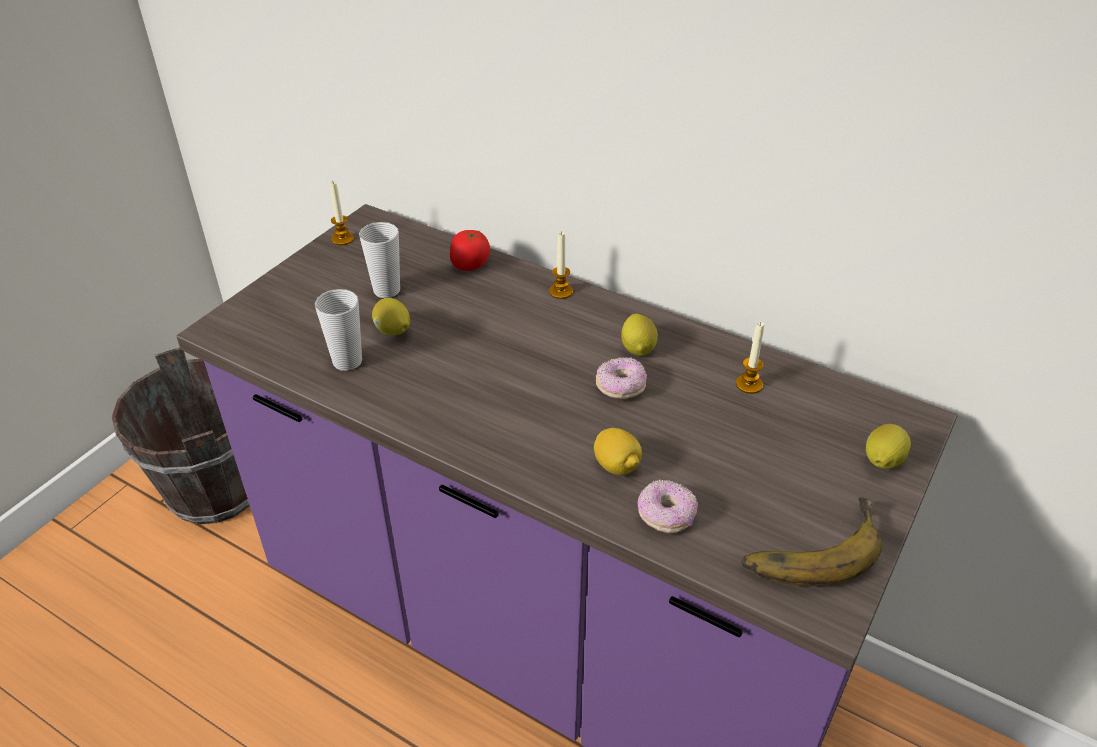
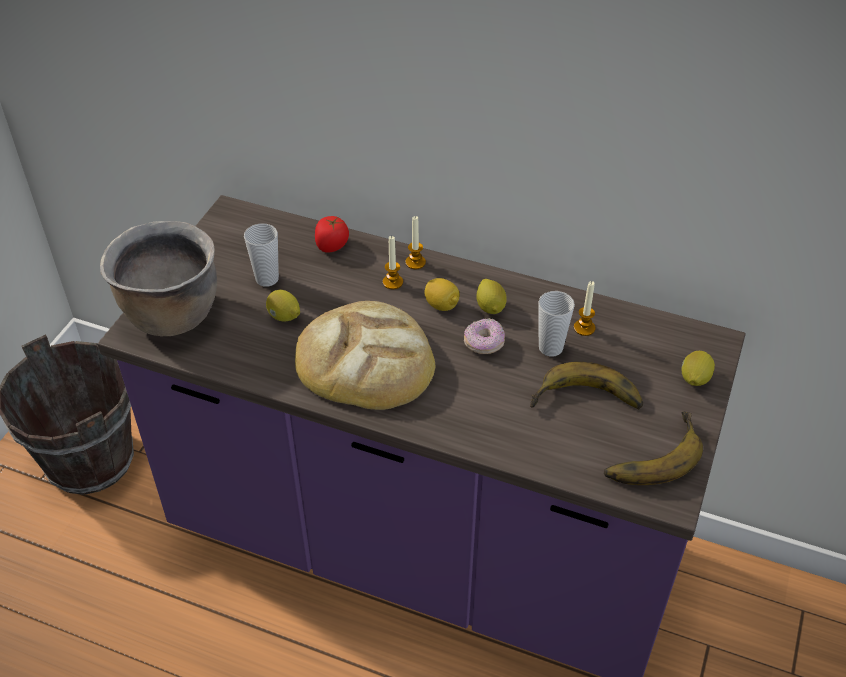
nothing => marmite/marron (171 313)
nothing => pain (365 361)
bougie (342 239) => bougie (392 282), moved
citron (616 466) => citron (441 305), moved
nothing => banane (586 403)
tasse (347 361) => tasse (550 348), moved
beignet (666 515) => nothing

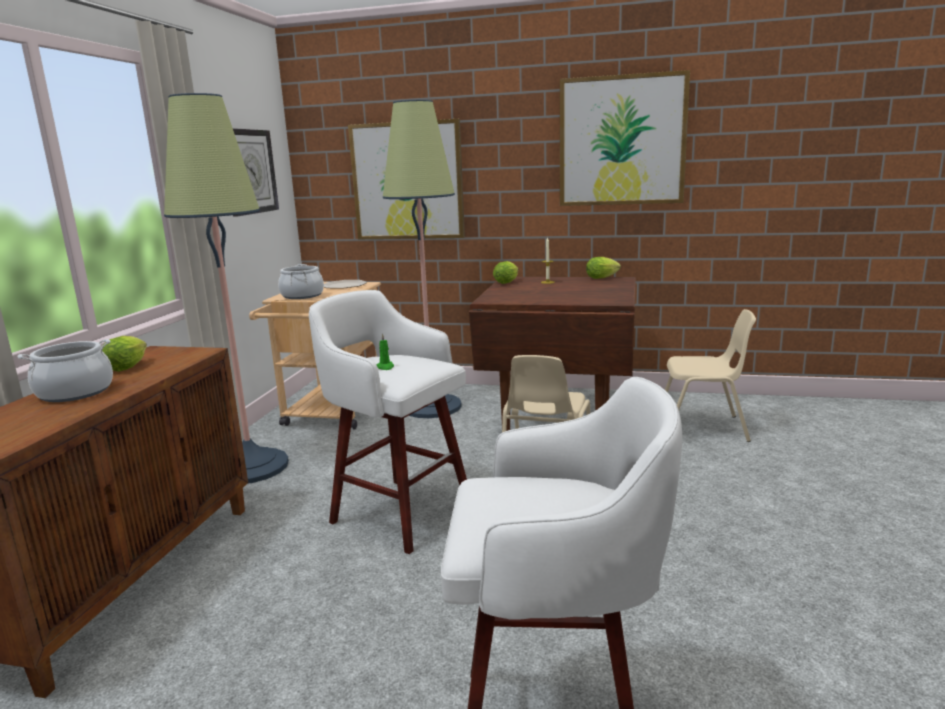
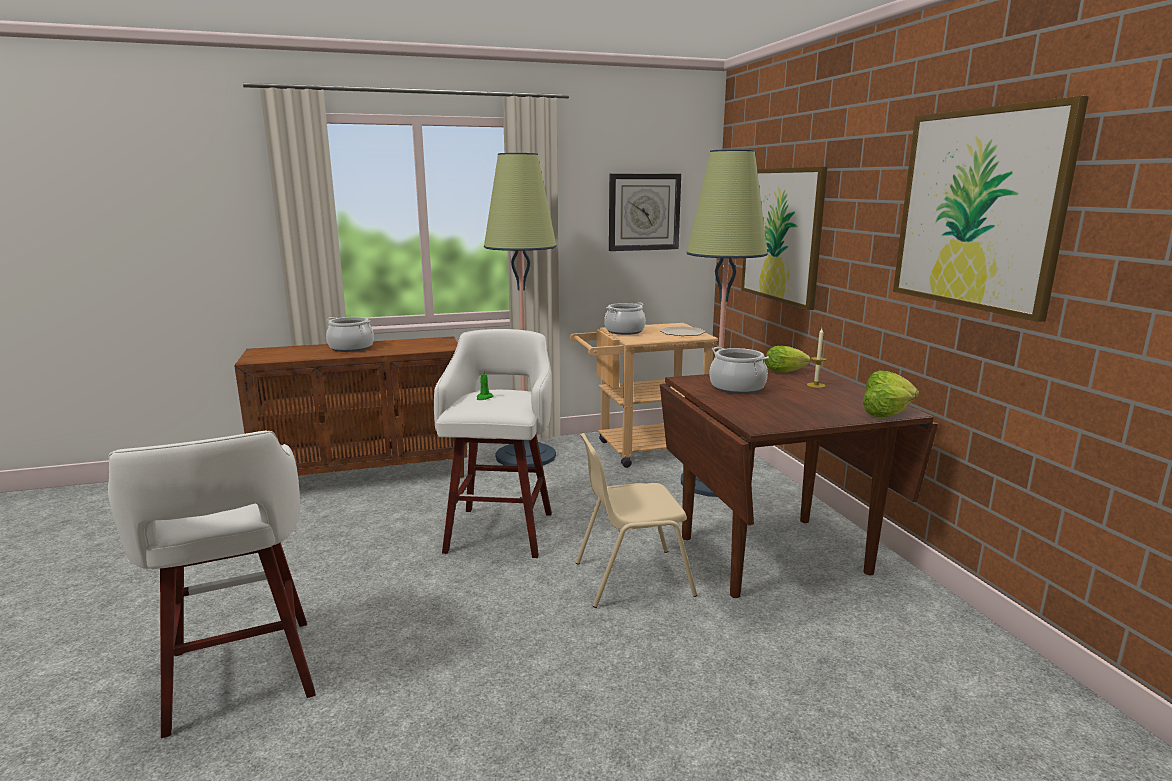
nothing => marmite (737 387)
laitue (129 367) => laitue (887 415), moved
chaise/beige (702 428) => nothing

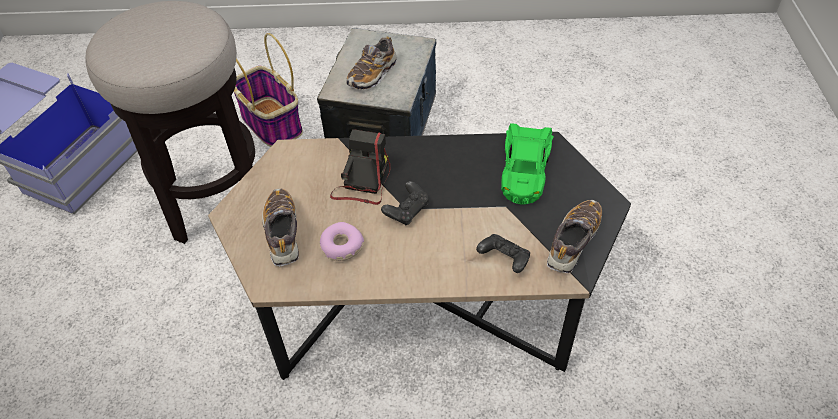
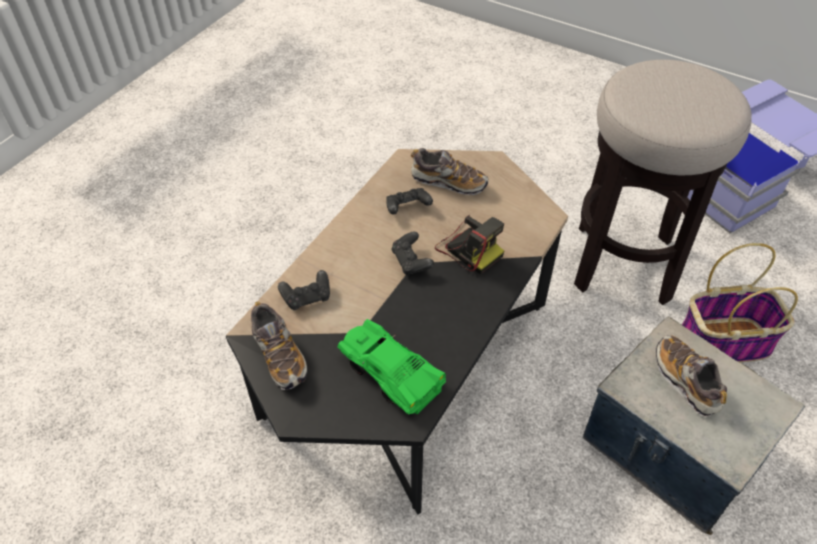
beignet (341 247) => manette/noir (407 208)

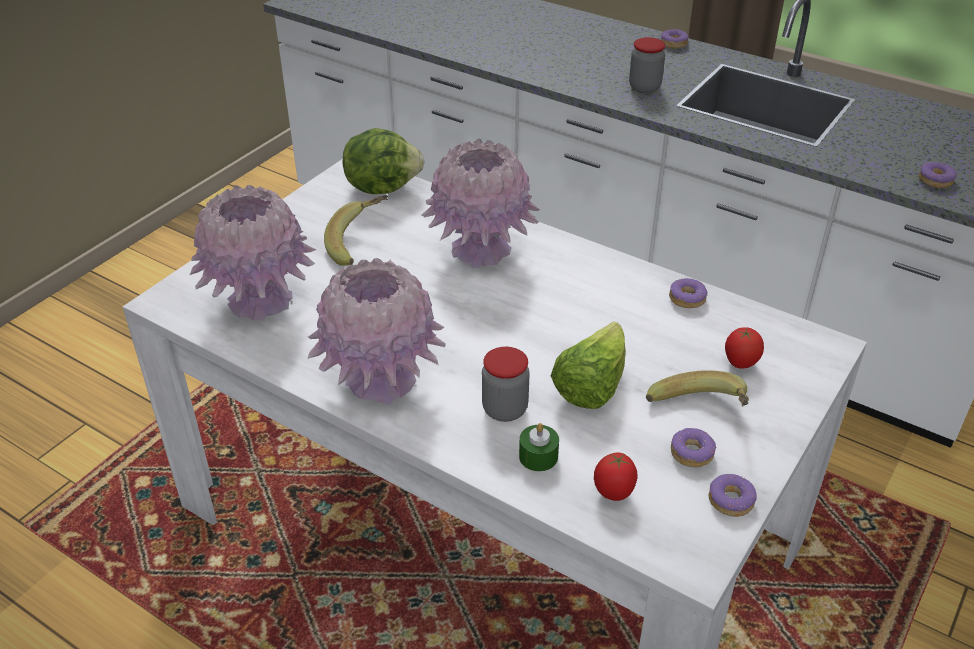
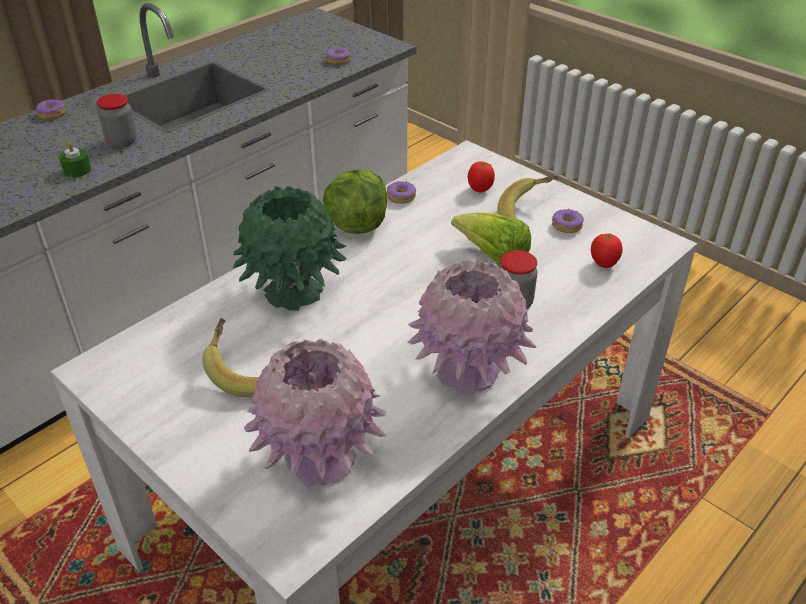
bougie/vert (538 456) => bougie/vert (77 170), moved
vase/rose (480 250) => vase/vert (293 292)
laitue (382 187) => laitue (357 224), moved
beignet (731 501) => nothing

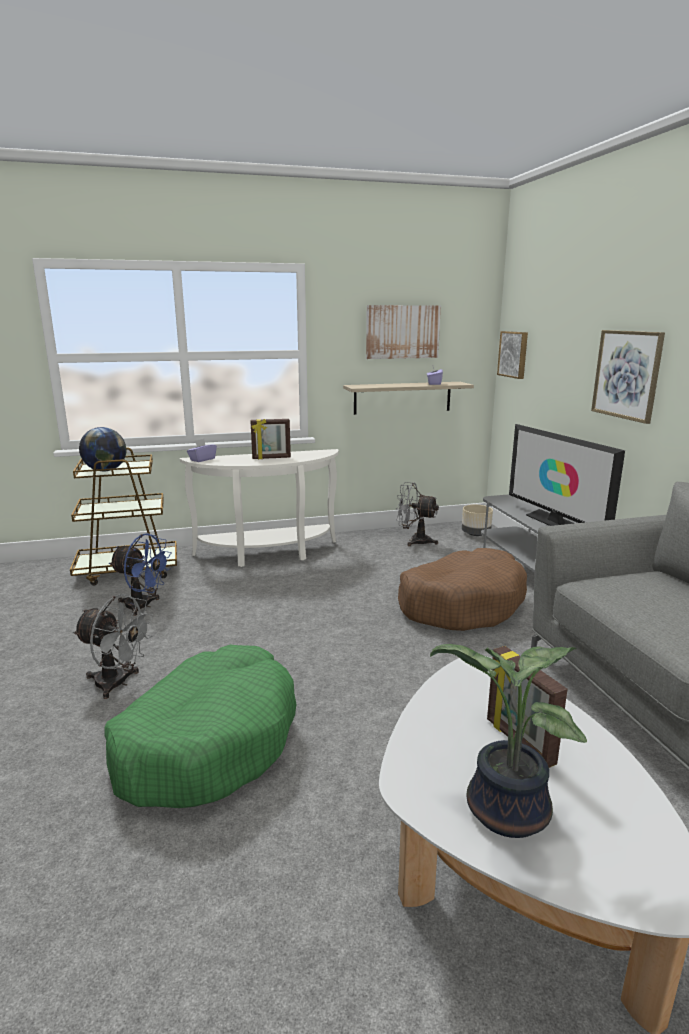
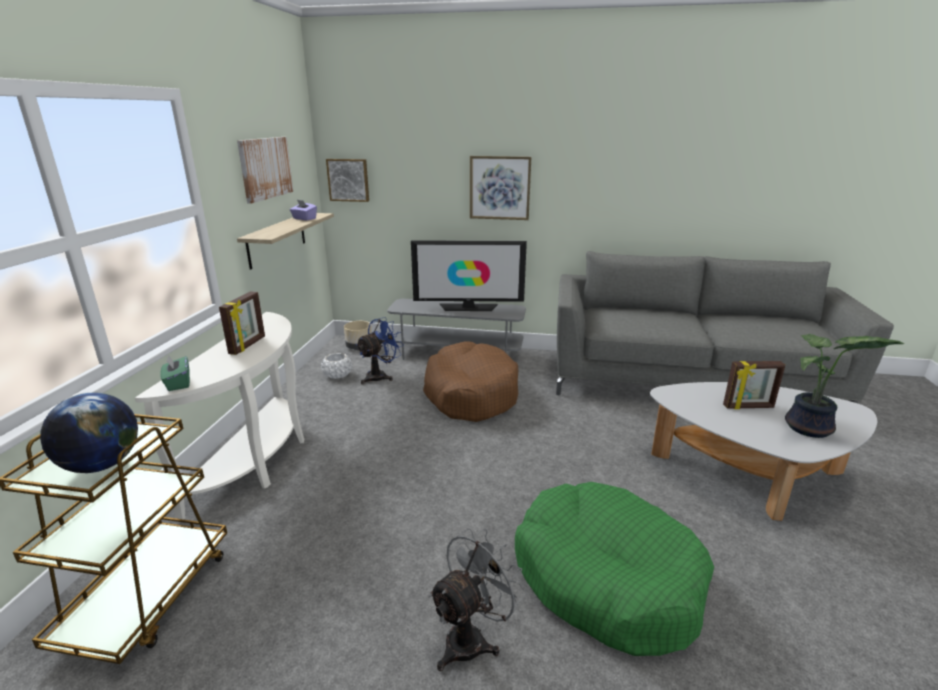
boîte à mouchoirs/violet (202 459) => boîte à mouchoirs/vert (178 383)
ventilateur/gris (414 541) => cache-pot/blanc (338 375)
ventilateur/bleu (144 606) => ventilateur/bleu (380 376), moved

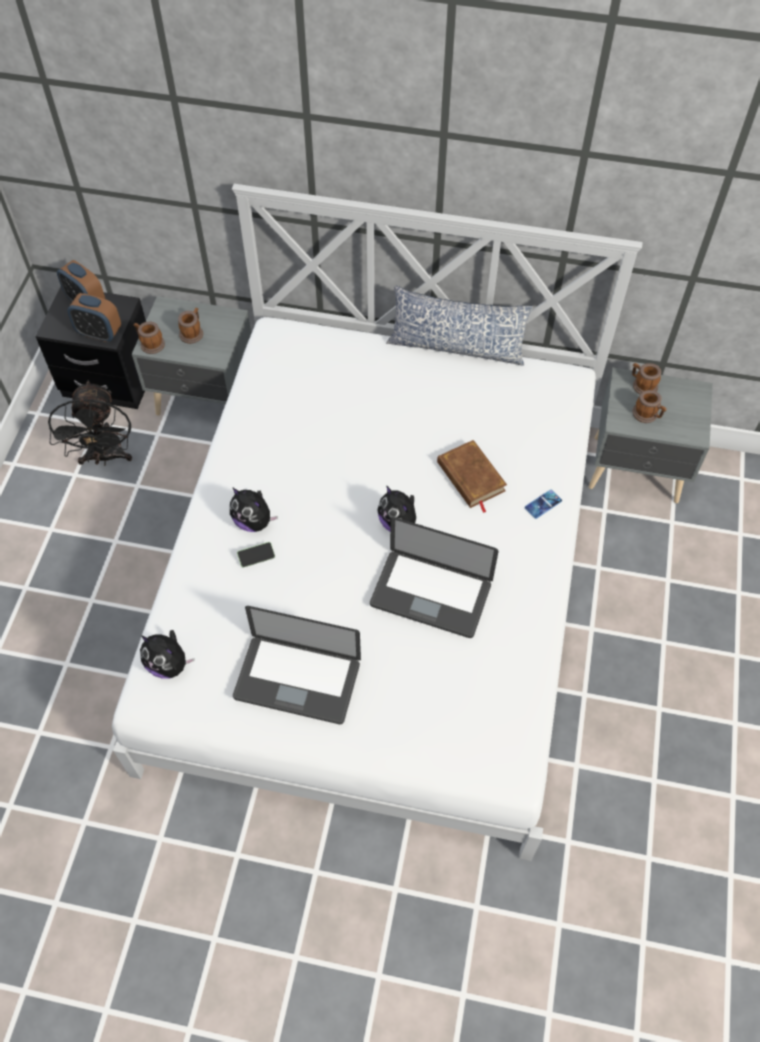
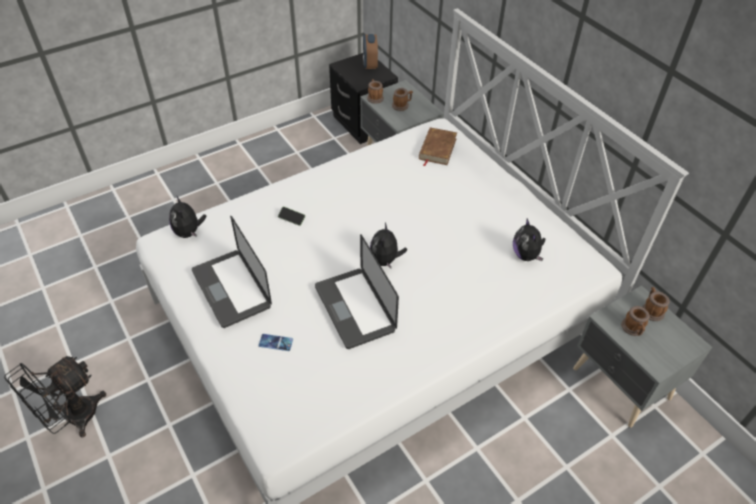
ventilateur/noir (105 457) => ventilateur/noir (73 419), moved
téléphone (543 504) => téléphone (276 342), moved
livre/marron (470 477) => livre/marron (437 149), moved
peluche (254 521) => peluche (526 255), moved
réveil (99 333) => nothing
coussin (456 347) => nothing

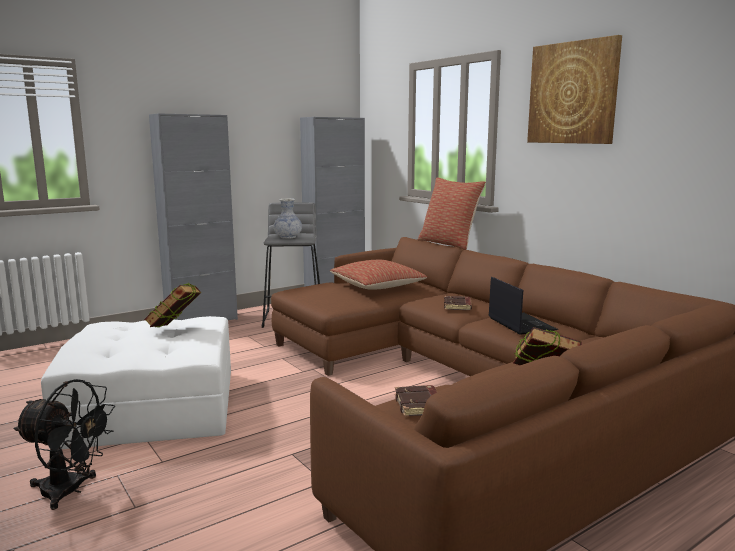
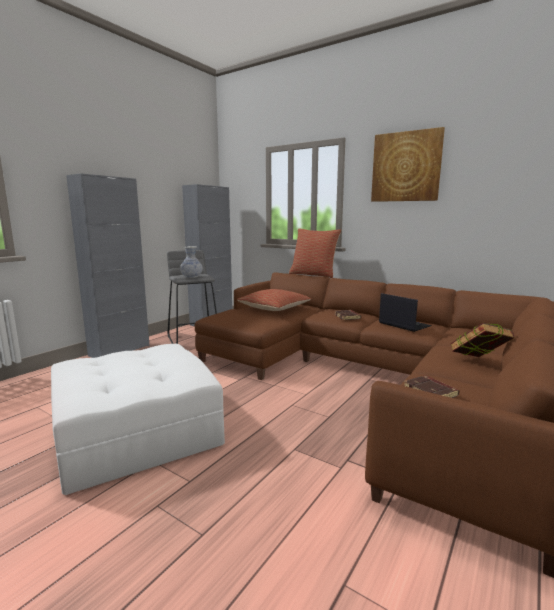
ventilateur/noir (70 491) => nothing
livre (175 329) => nothing

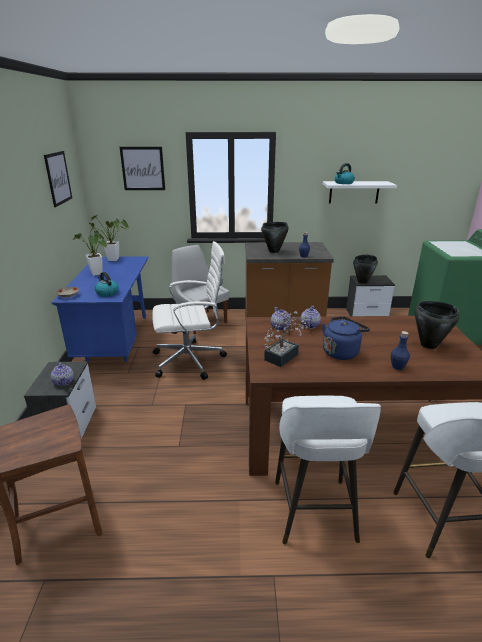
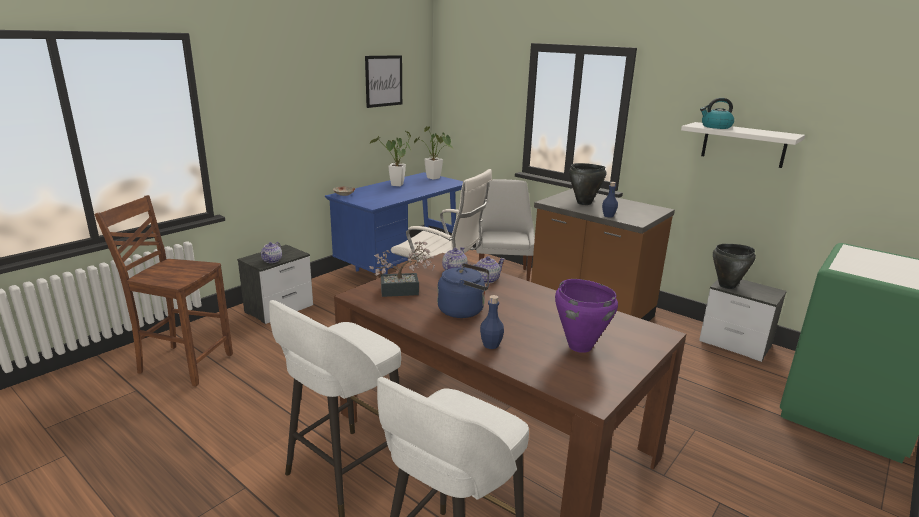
marmite/noir (428 345) => marmite/violet (580 346)
bouilloire (107 293) => nothing
tableau (143 168) => nothing

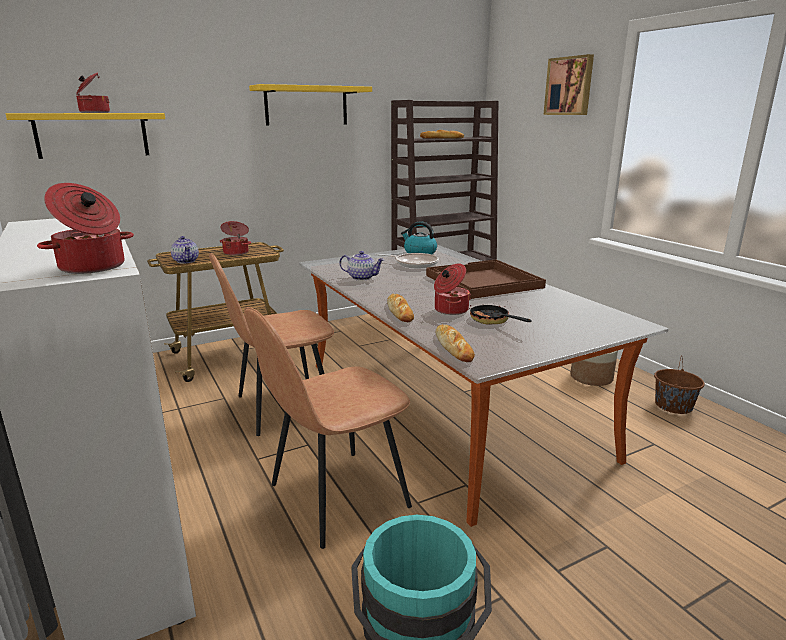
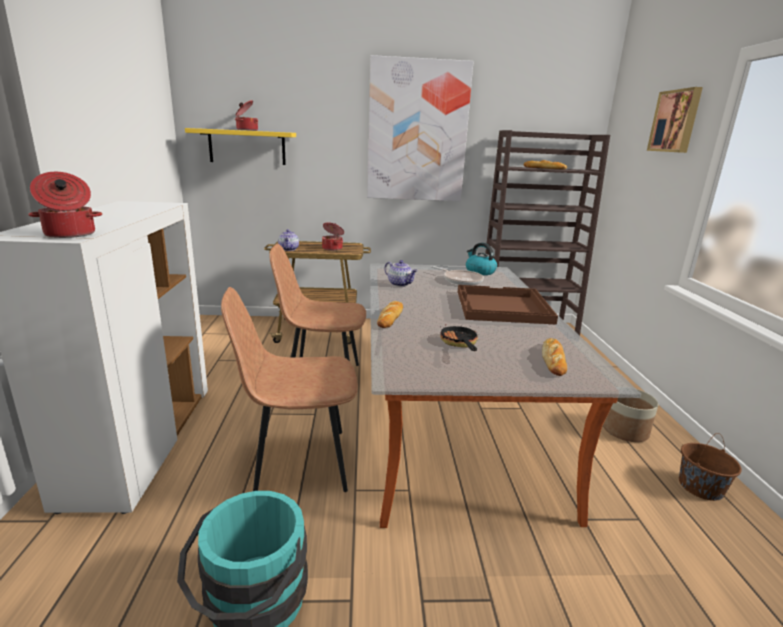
étagère/jaune (306 106) => tableau (417 132)
pain (453 347) => pain (553 360), moved
marmite (450 310) => nothing

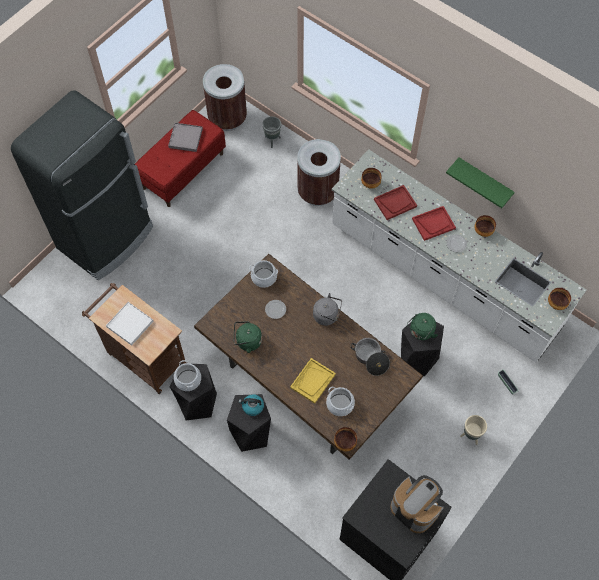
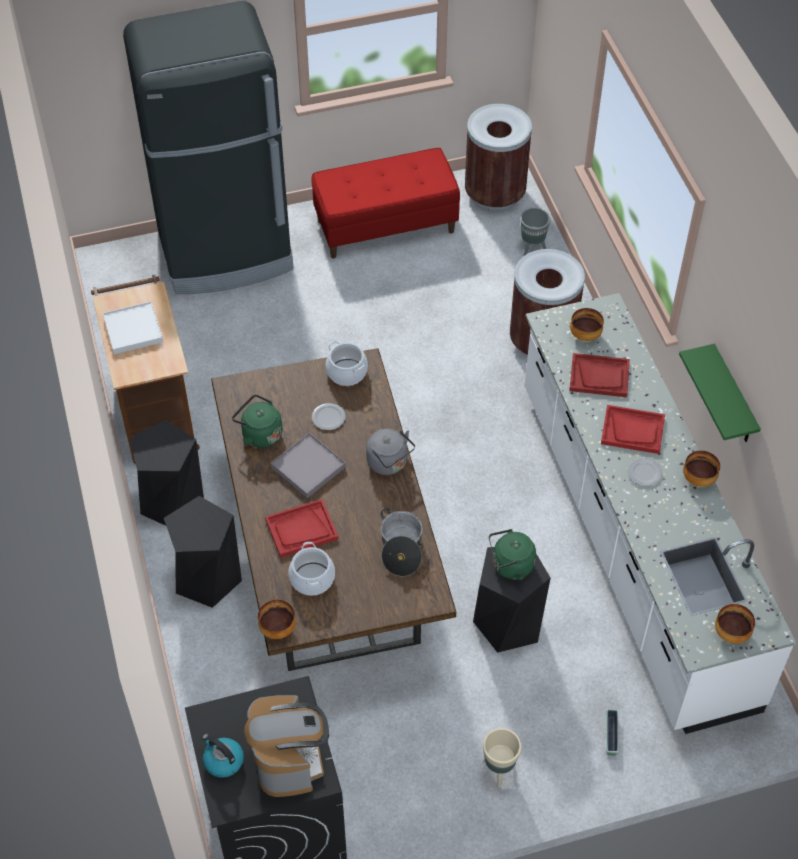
bouilloire (252 407) => bouilloire (223 761), moved
plateau/jaune (313 381) => plateau/rouge (301 529)
plateau/gris (185 138) => plateau/gris (308 467), moved
marmite (188 380) => nothing

